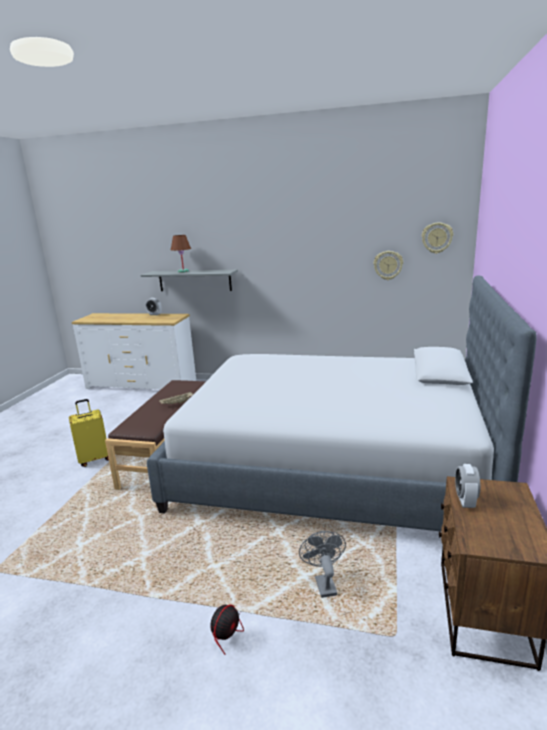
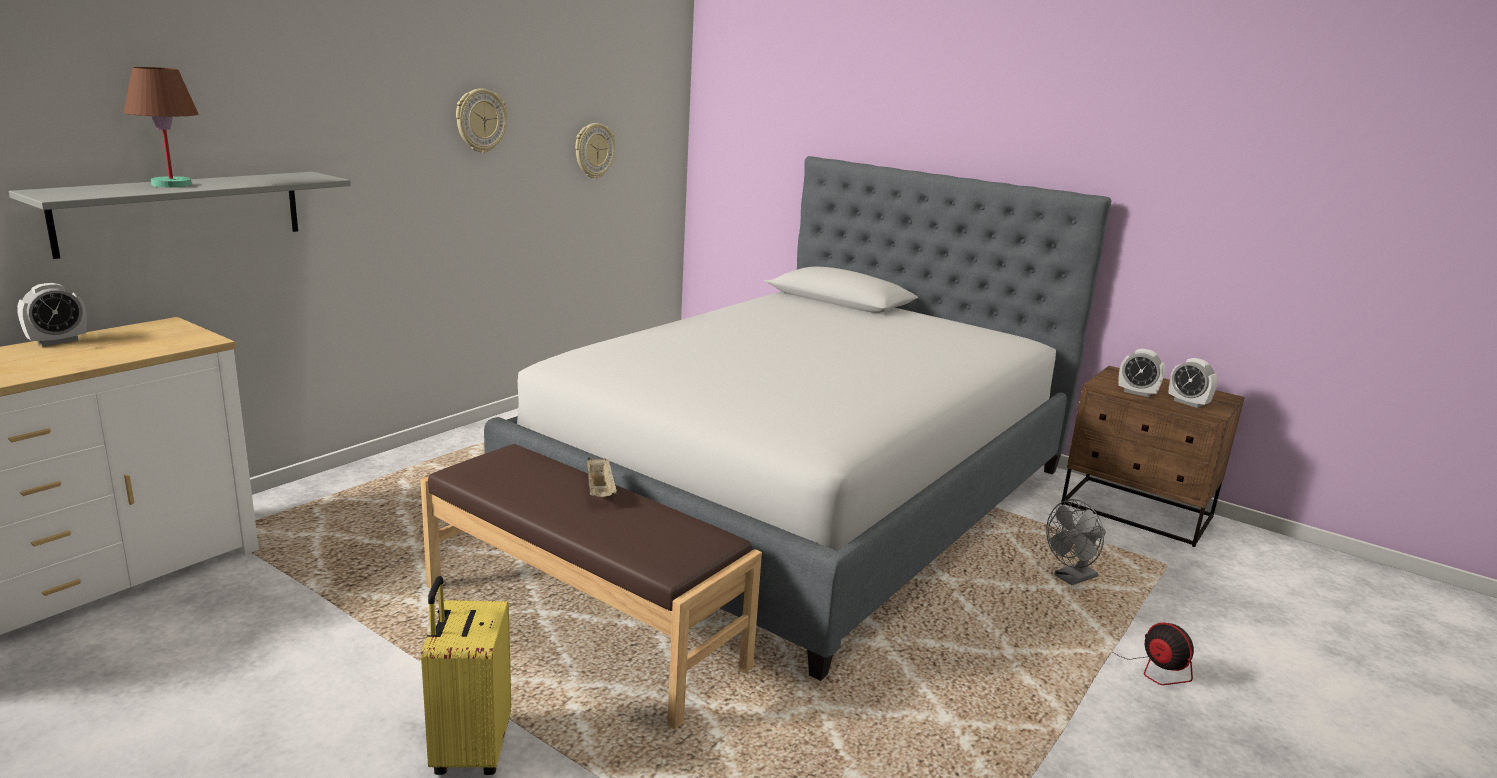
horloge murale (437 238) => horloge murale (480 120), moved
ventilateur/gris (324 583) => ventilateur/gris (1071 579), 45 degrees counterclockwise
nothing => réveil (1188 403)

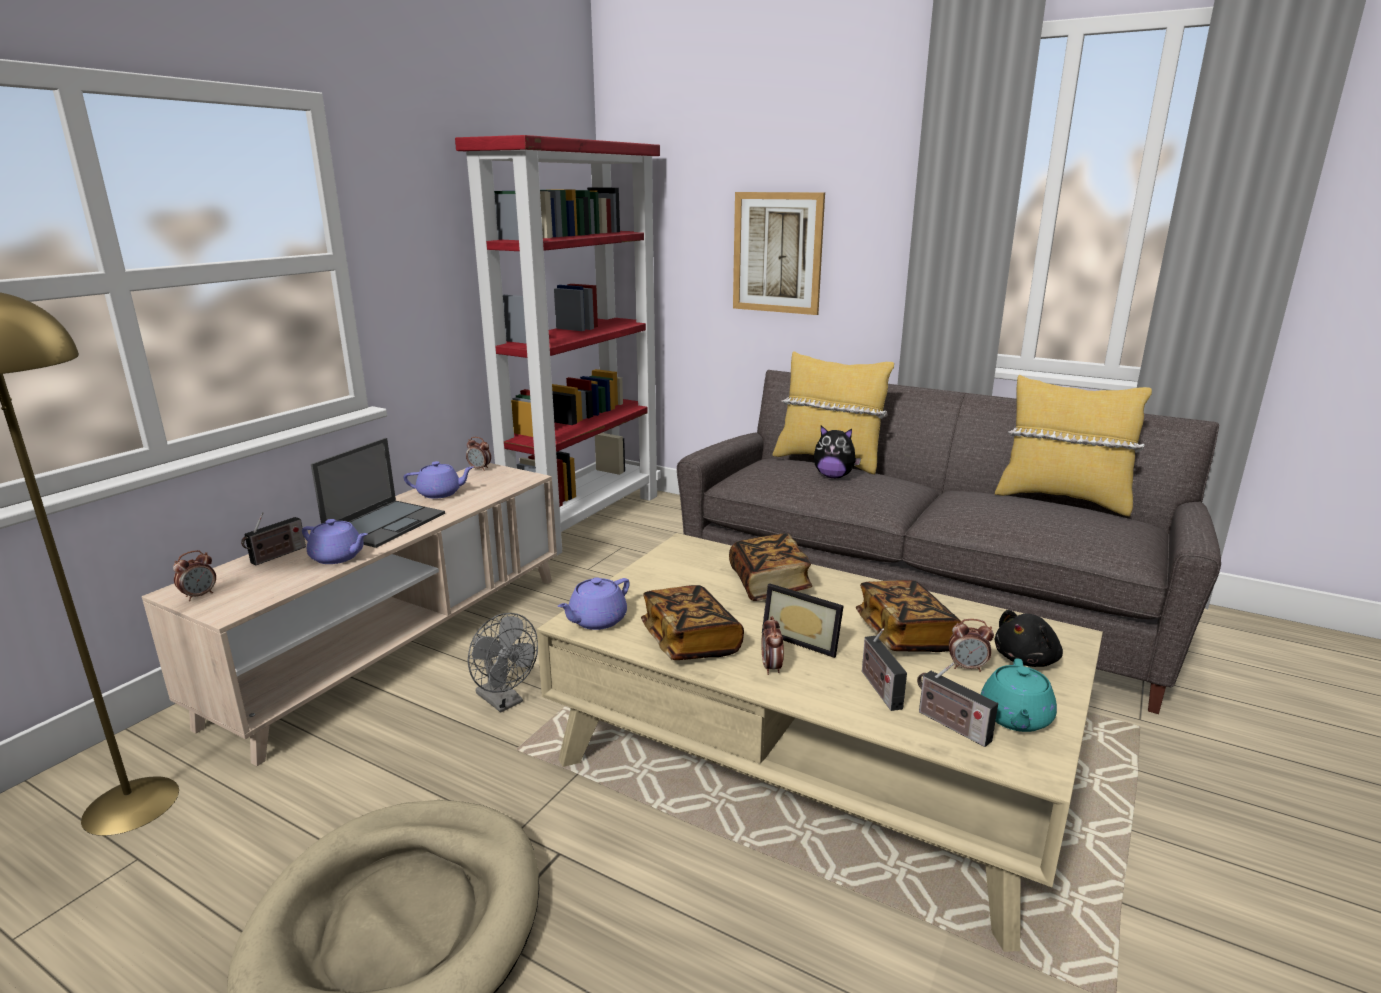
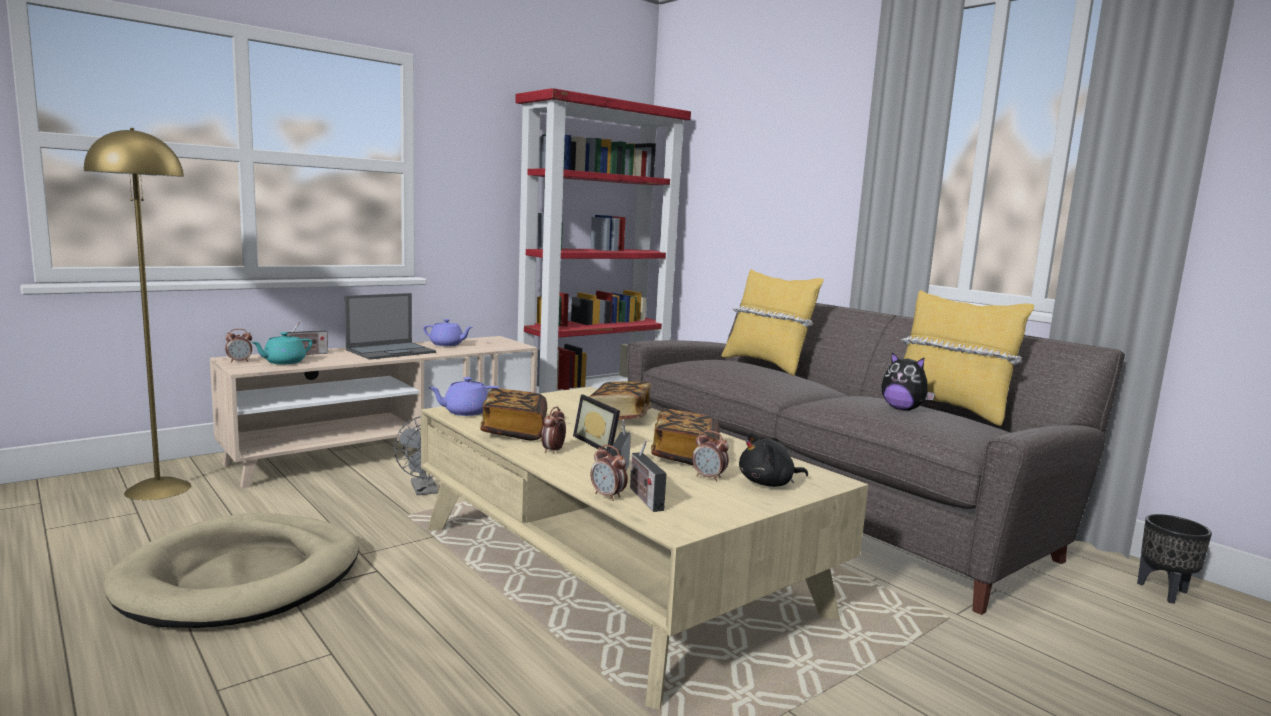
théière/turquoise (1015 718) => théière/turquoise (283 362), moved
réveil (480 469) => réveil (608 496), moved
peluche (833 476) => peluche (903 409), moved
nothing => cache-pot/noir (1165 592)
théière/violet (338 557) => nothing
tableau (777 253) => nothing

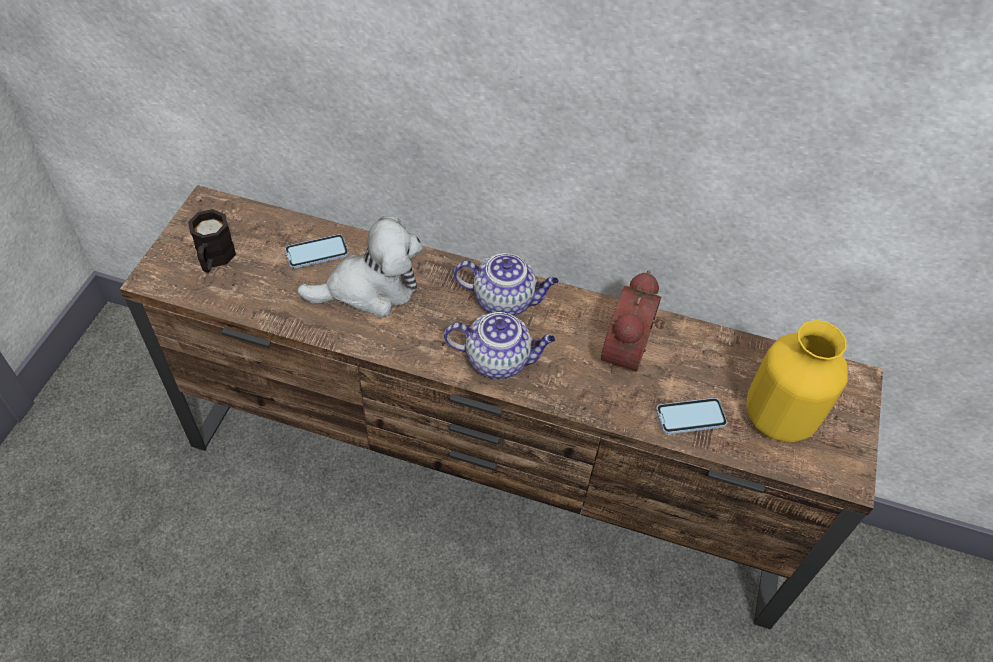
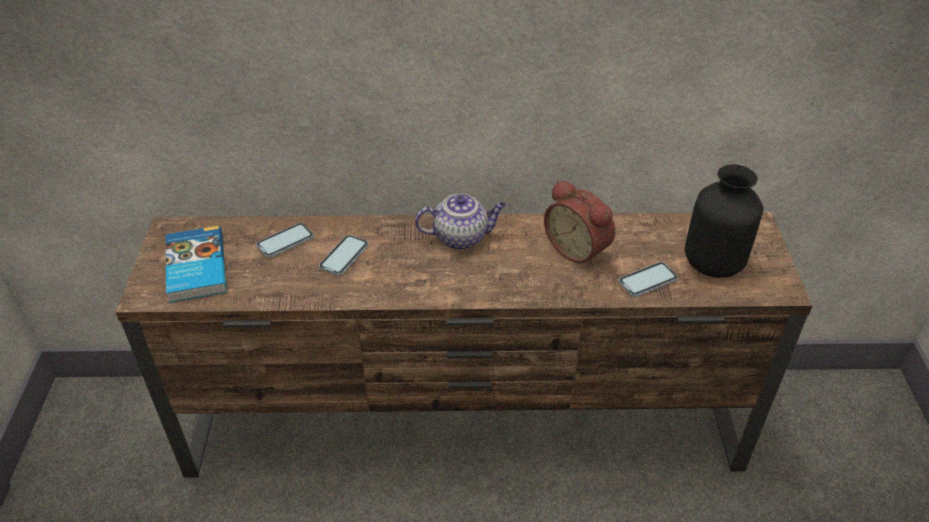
mug/noir (214 259) => livre (195 268)
peluche (370 288) => téléphone (344 256)
réveil (629 353) => réveil (578 249), 45 degrees counterclockwise
vase/jaune (779 418) => vase/noir (714 264)
théière (499 360) => nothing

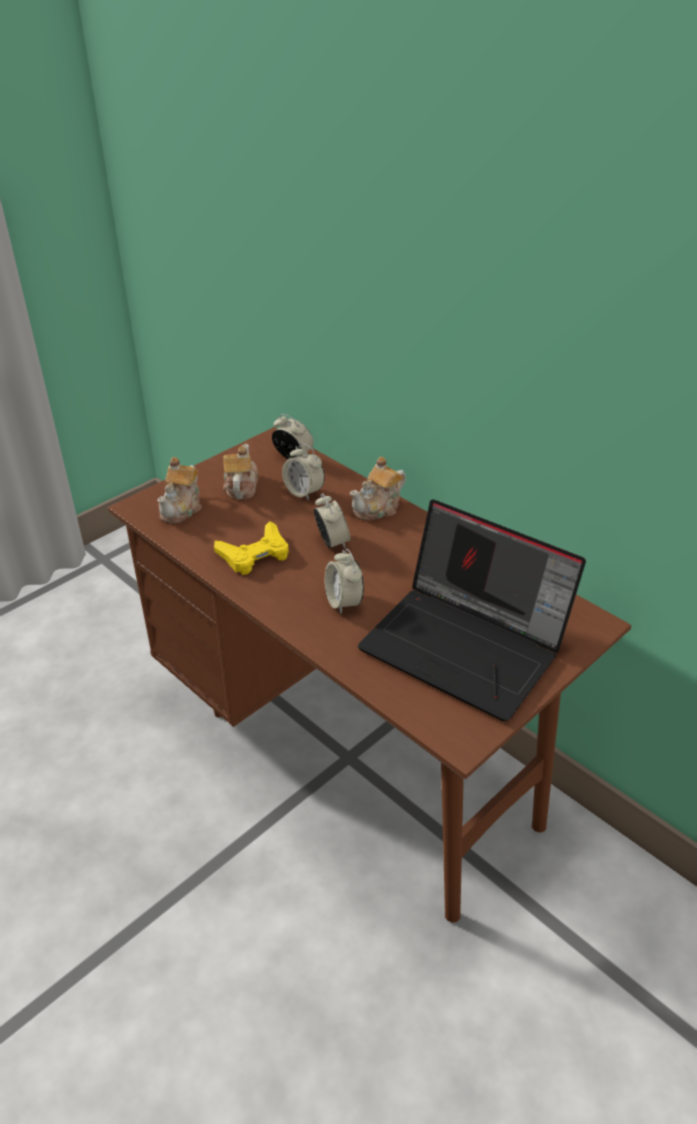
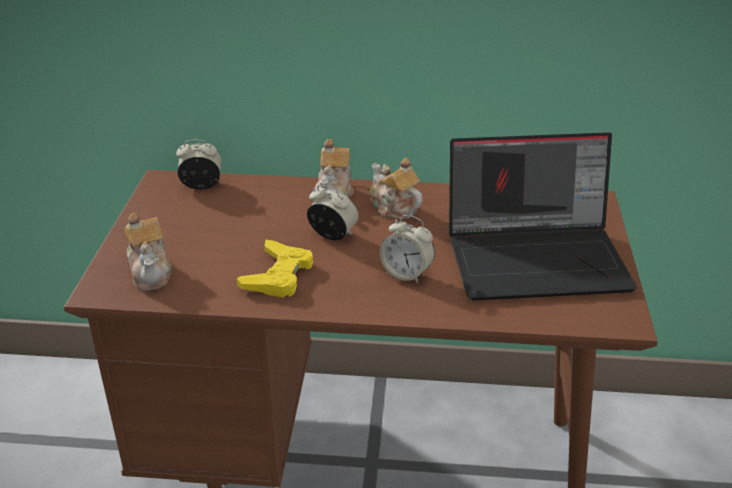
théière (241 487) => théière (393 208), moved
réveil (304 492) => nothing

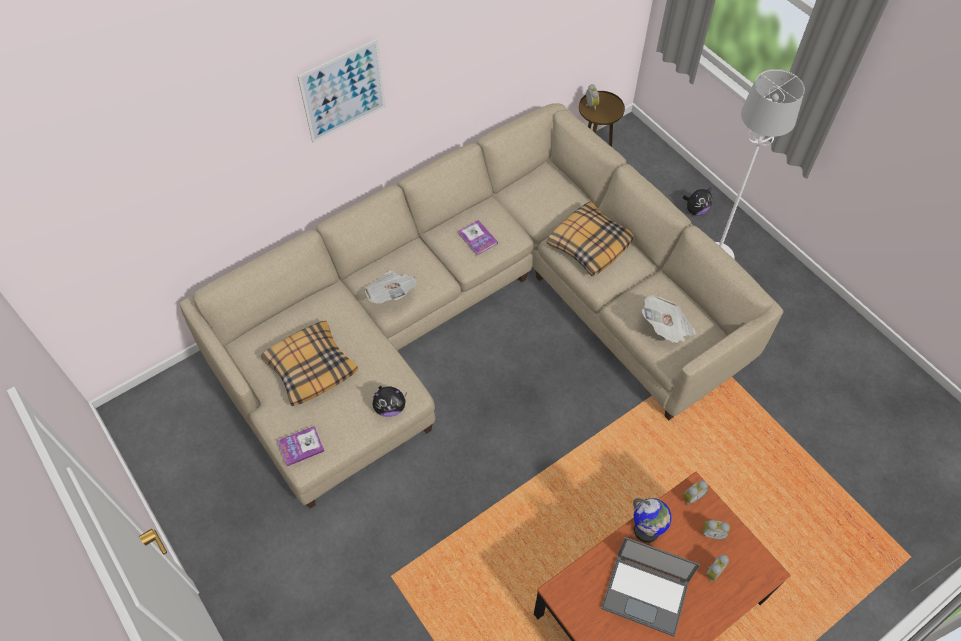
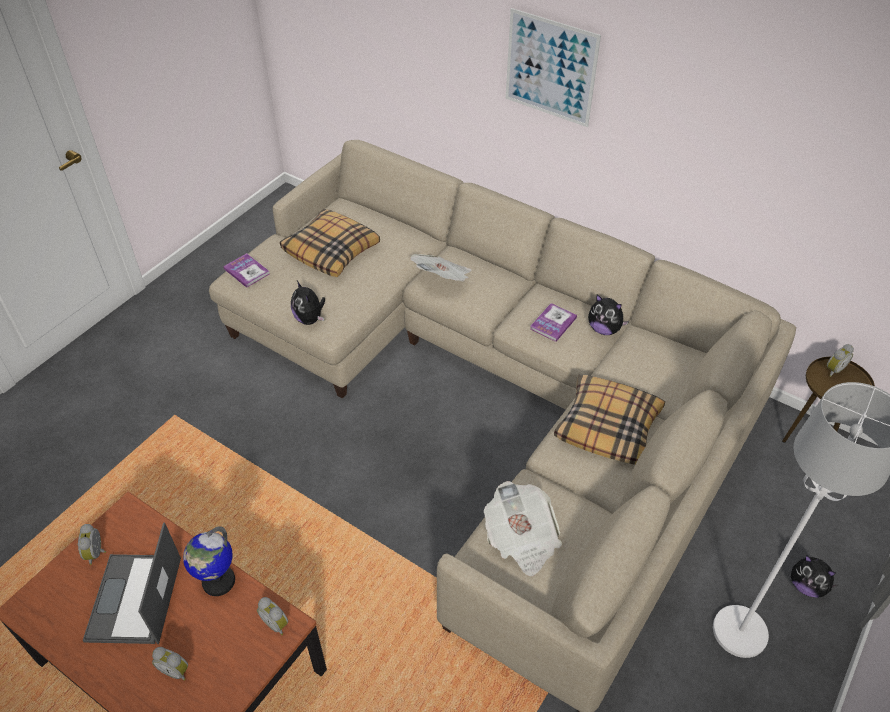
réveil (712 533) => réveil (97 553), moved
nothing => peluche (604 329)

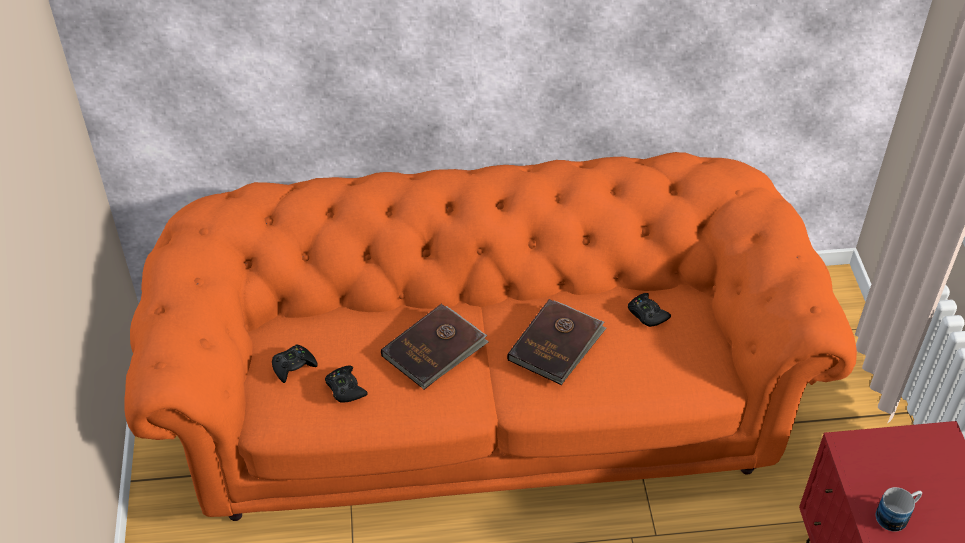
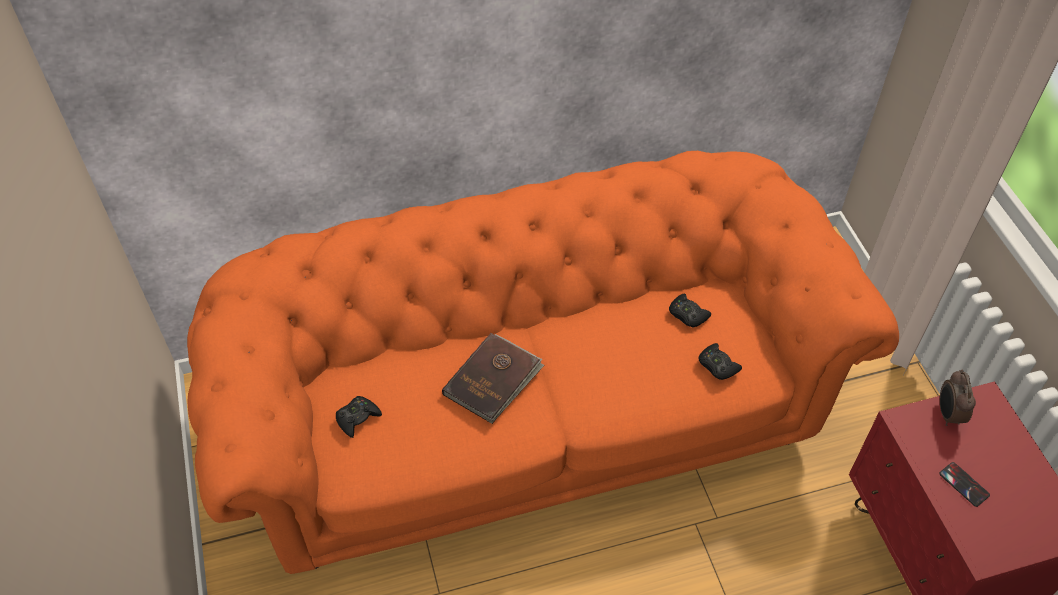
manette/noir (345 388) => manette/noir (717 365), moved
mug (897 515) => téléphone (964 484)
nothing => réveil (947 414)
livre/marron (557 344) => nothing

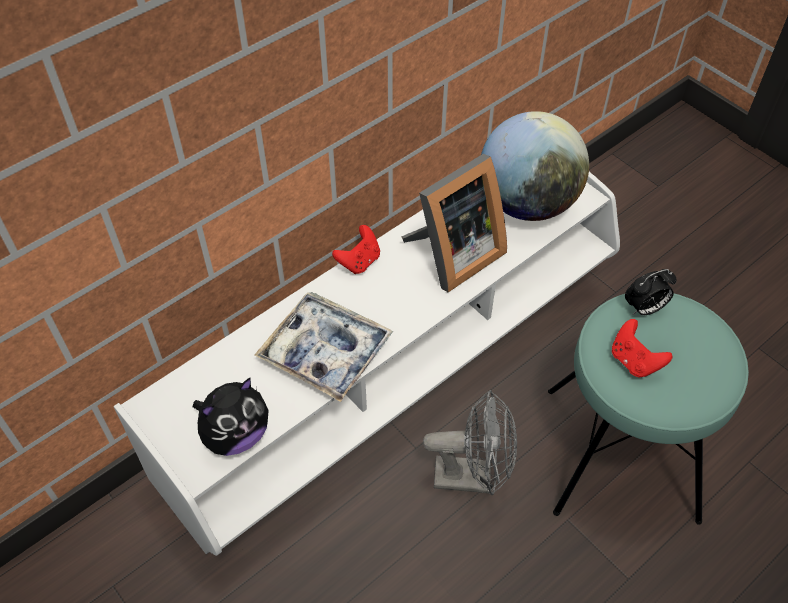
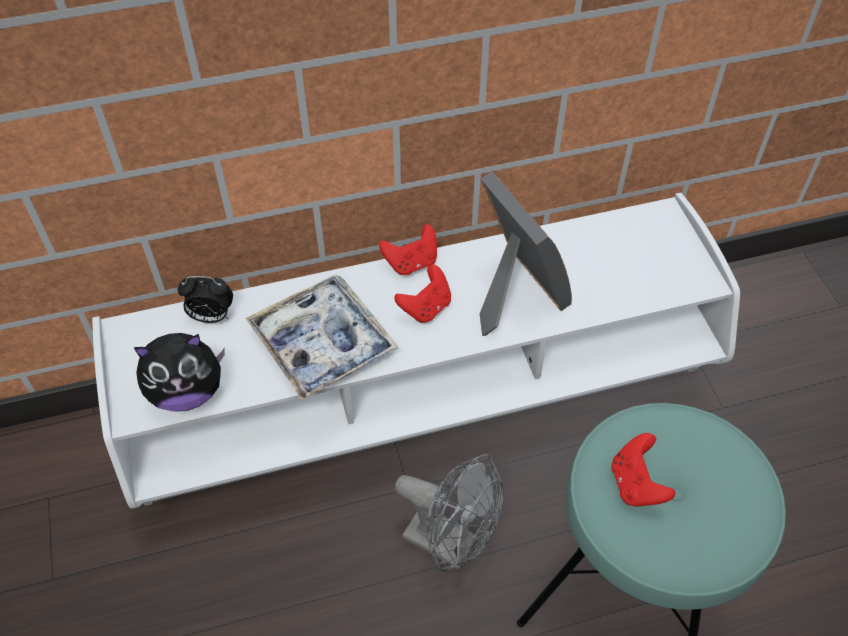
réveil (644 309) => réveil (211 317), moved
nothing => manette/rouge (426 307)
cadre photo (452 256) => cadre photo (514 292), 105 degrees counterclockwise
globe (527 203) => nothing

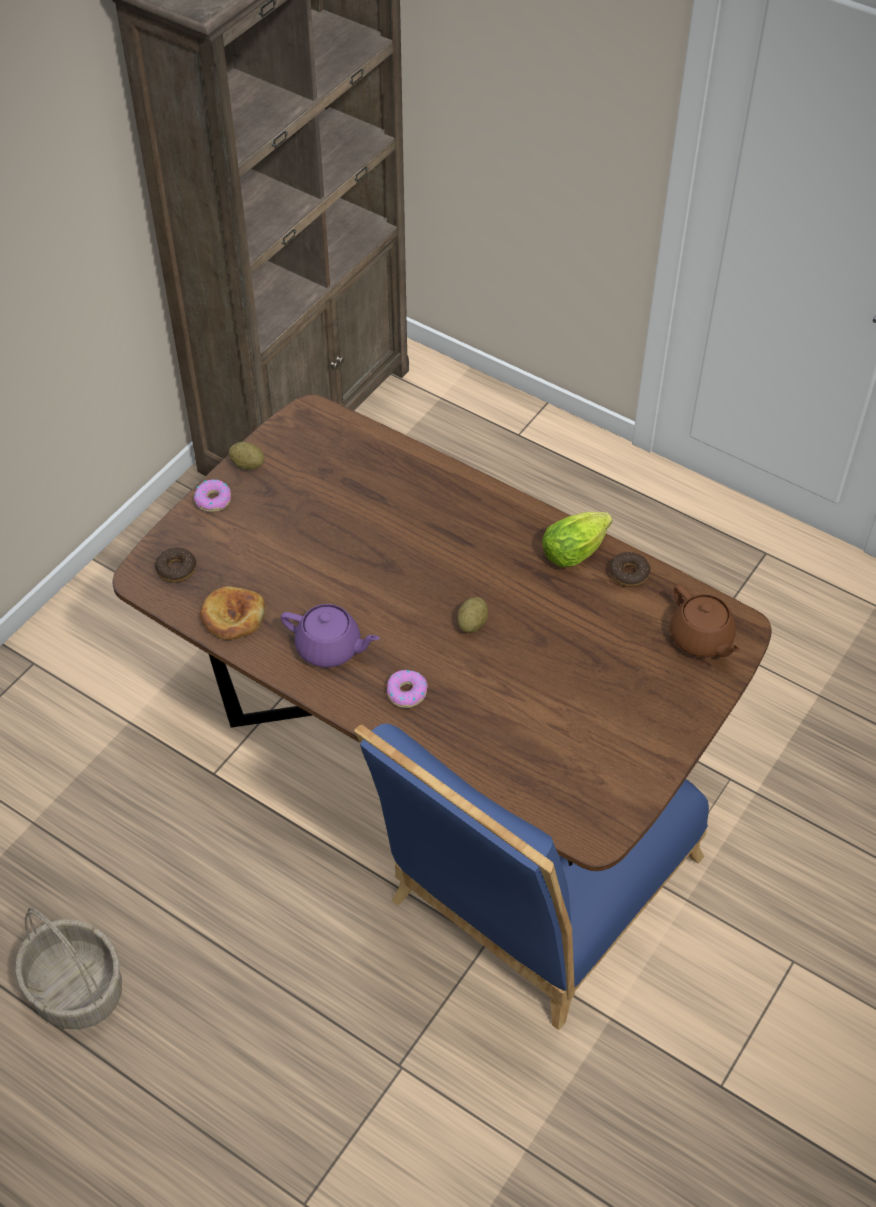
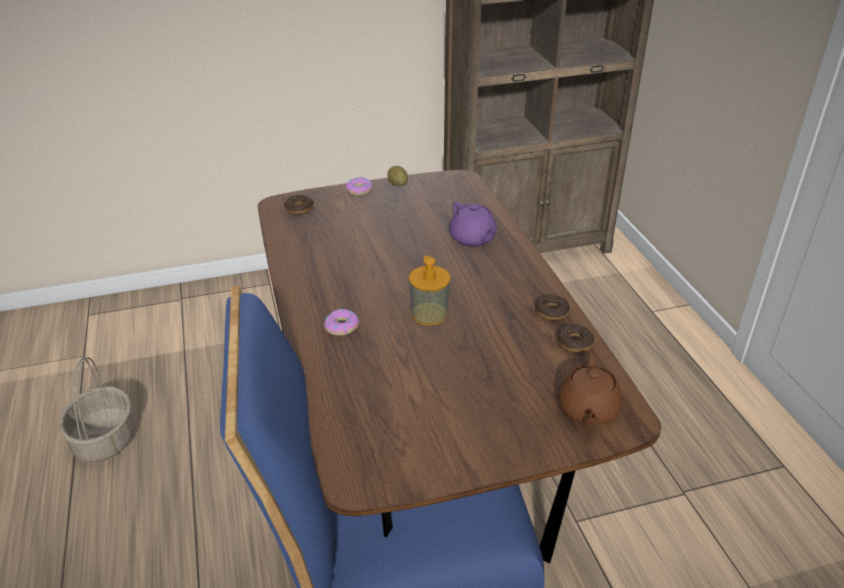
pomme de terre (472 623) => distributeur de savon (429 314)
théière/violet (330 648) => théière/violet (473 238), moved
laitue (577 550) => beignet (551 312)
pain (233 616) => nothing

